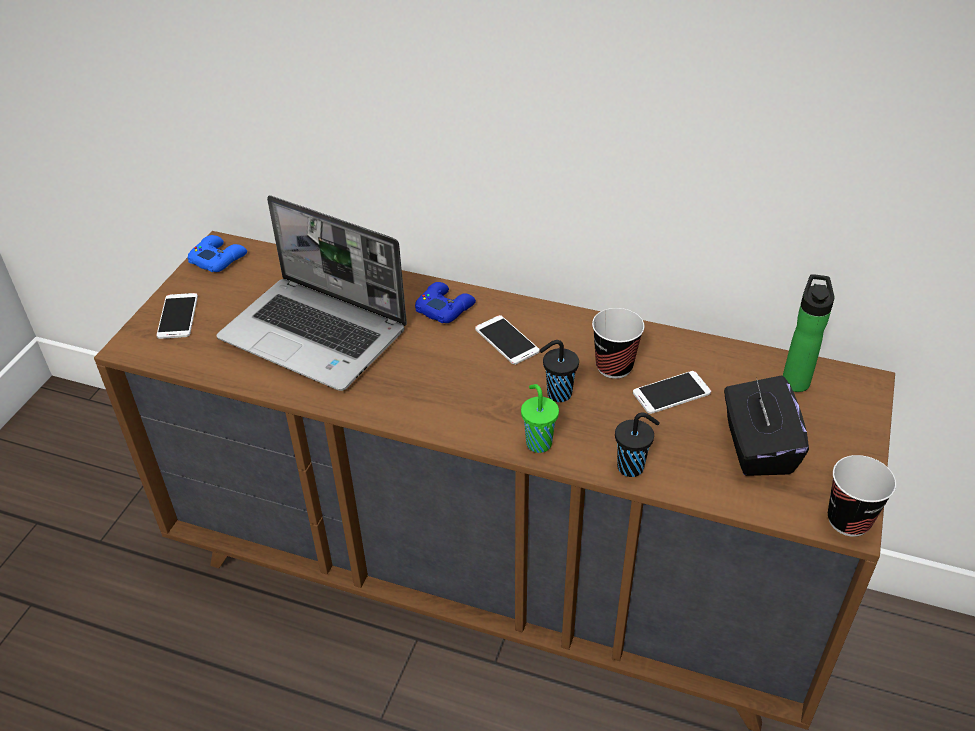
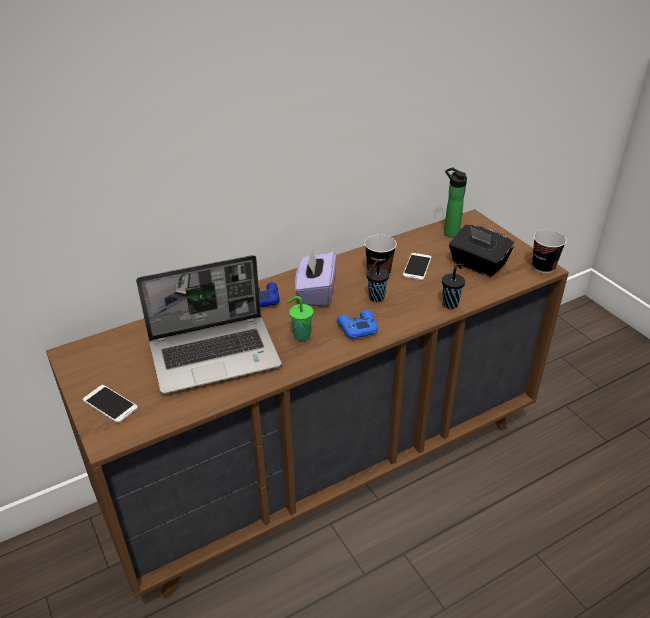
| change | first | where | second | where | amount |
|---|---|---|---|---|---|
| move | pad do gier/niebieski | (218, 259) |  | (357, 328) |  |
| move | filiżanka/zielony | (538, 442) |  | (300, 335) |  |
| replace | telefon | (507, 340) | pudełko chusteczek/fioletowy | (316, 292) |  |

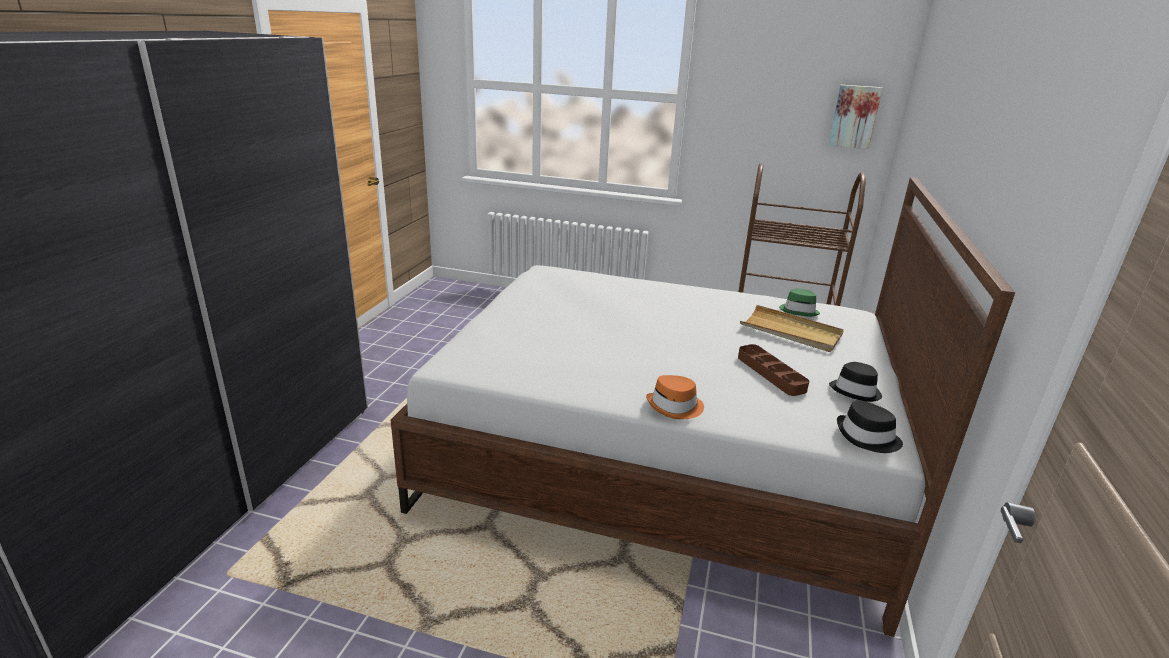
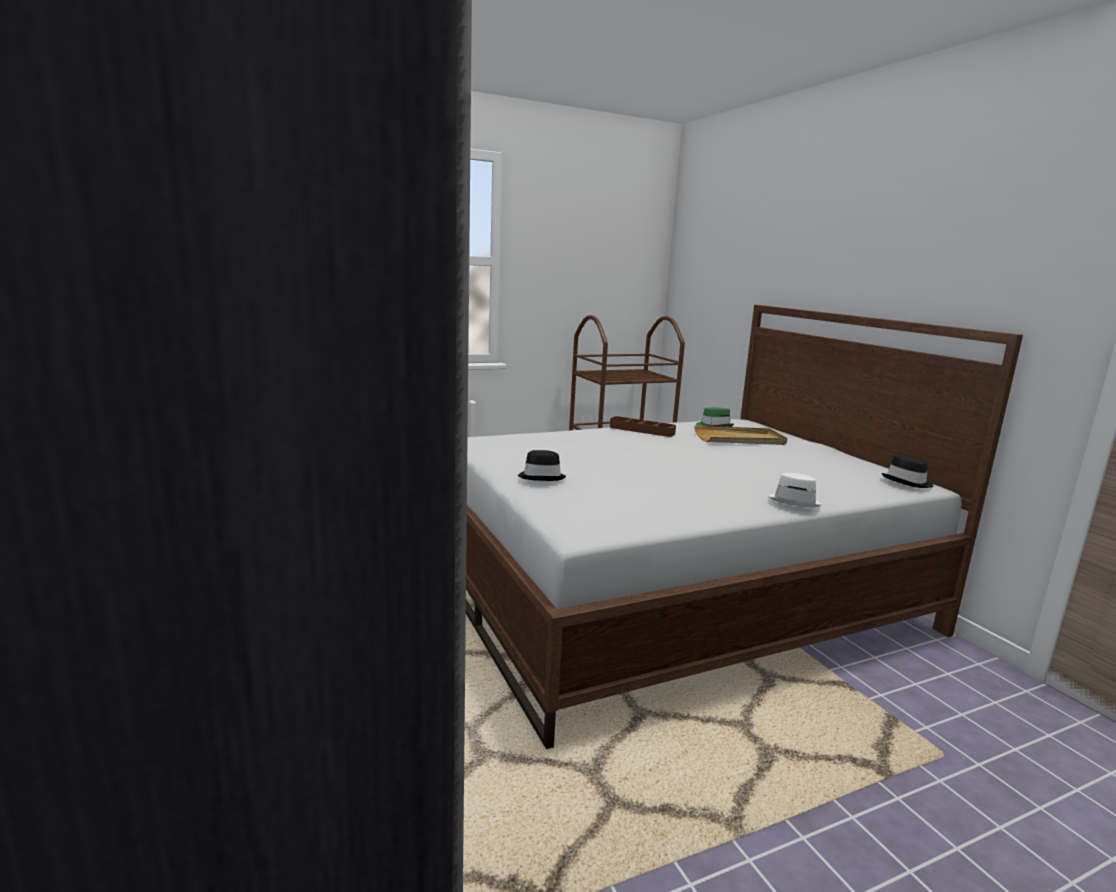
| change | first | where | second | where | amount |
|---|---|---|---|---|---|
| delete | obraz | (854, 116) |  |  |  |
| move | taca/brązowy | (770, 373) |  | (642, 430) |  |
| move | kapelusz/czarny | (856, 391) |  | (542, 477) |  |
| recolor | kapelusz/pomarańczowy | (675, 407) | kapelusz/biały | (794, 501) |  |

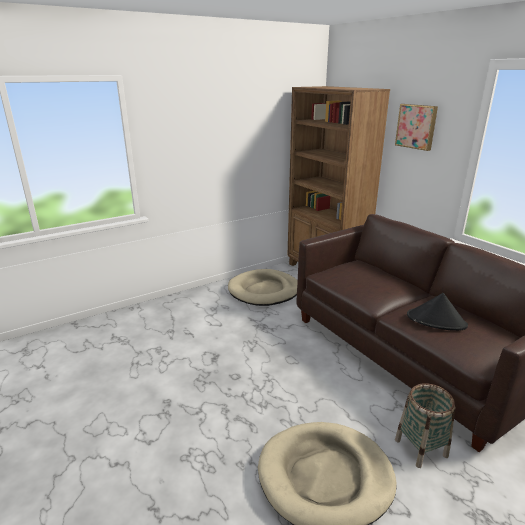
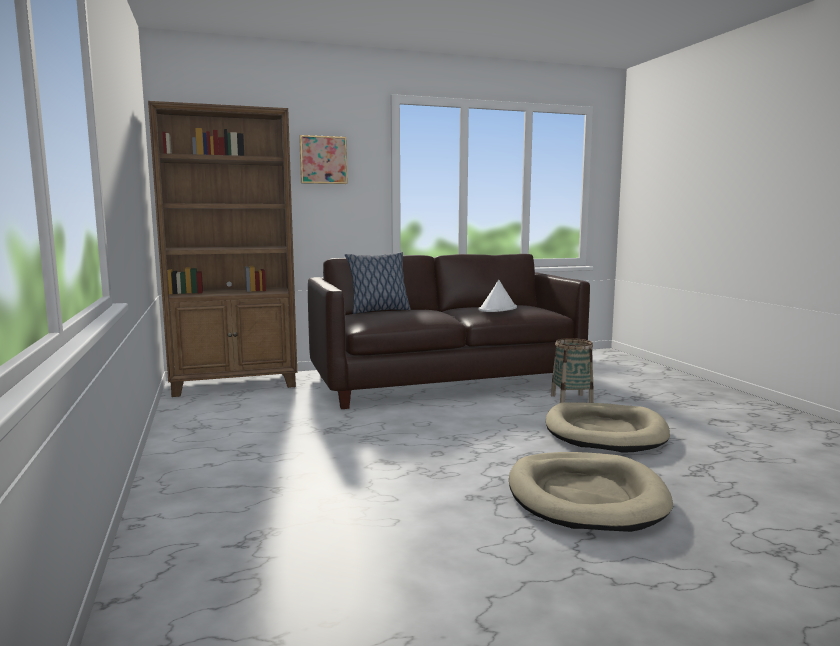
| change | first | where | second | where | amount |
|---|---|---|---|---|---|
| insert |  |  | poduszka | (378, 311) |  |
| move | legowisko/beżowy | (264, 290) |  | (585, 496) |  |
| recolor | kapelusz/czarny | (436, 320) | kapelusz/biały | (498, 309) |  |

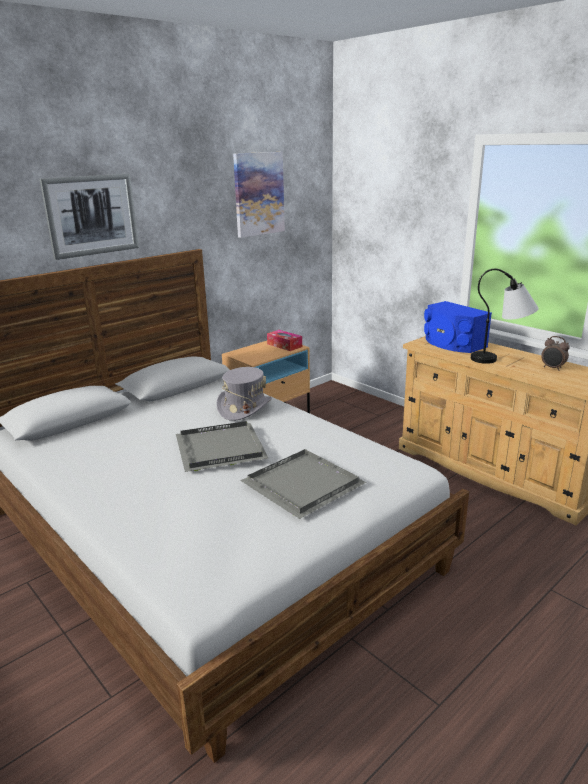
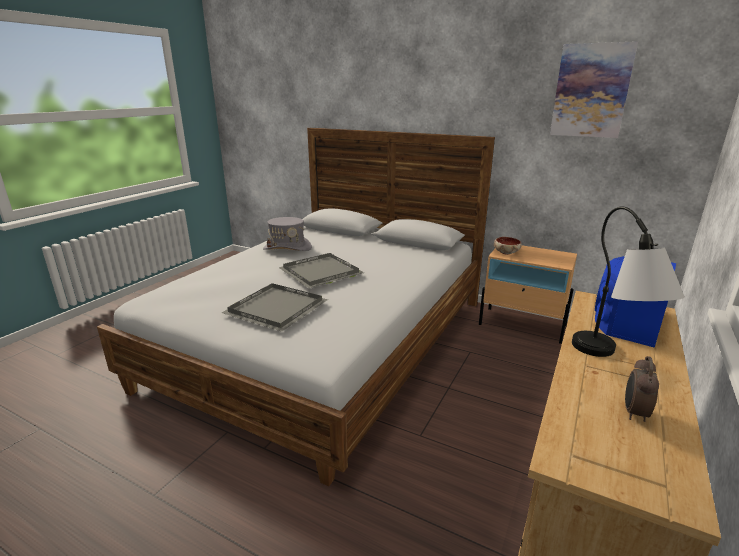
| change | first | where | second | where | amount |
|---|---|---|---|---|---|
| delete | obraz | (91, 215) |  |  |  |
| delete | pudełko chusteczek | (284, 345) |  |  |  |
| insert |  |  | miska | (506, 252) |  |
| move | kapelusz/szary | (244, 408) |  | (287, 248) |  |

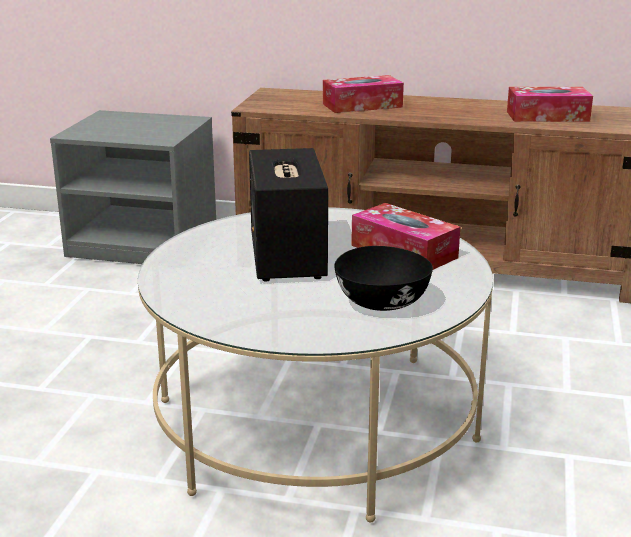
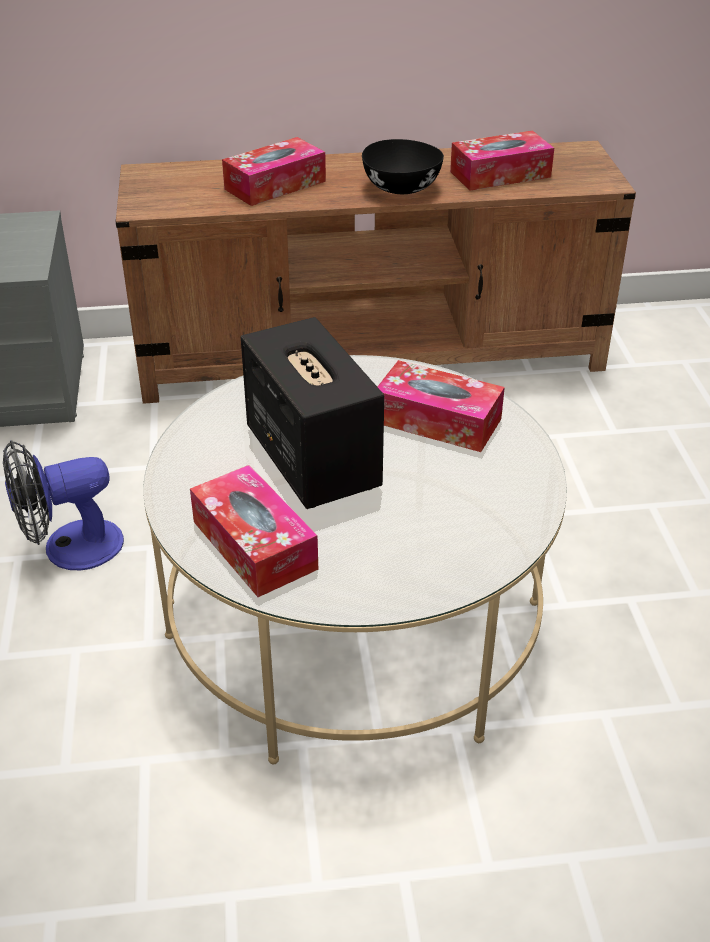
| change | first | where | second | where | amount |
|---|---|---|---|---|---|
| insert |  |  | wentylator | (69, 549) |  |
| insert |  |  | pudełko chusteczek | (254, 545) |  |
| move | miska/czarny | (381, 302) |  | (400, 187) |  |

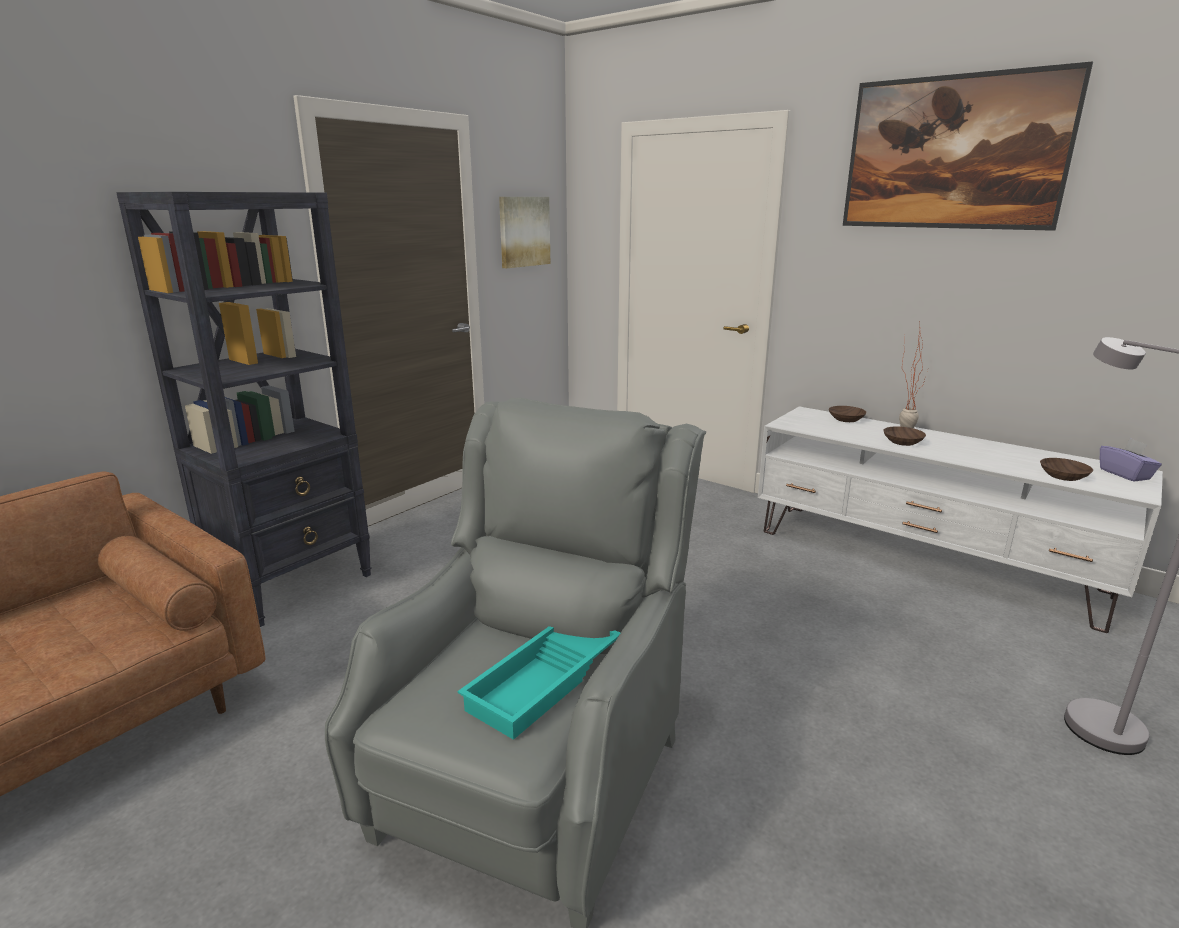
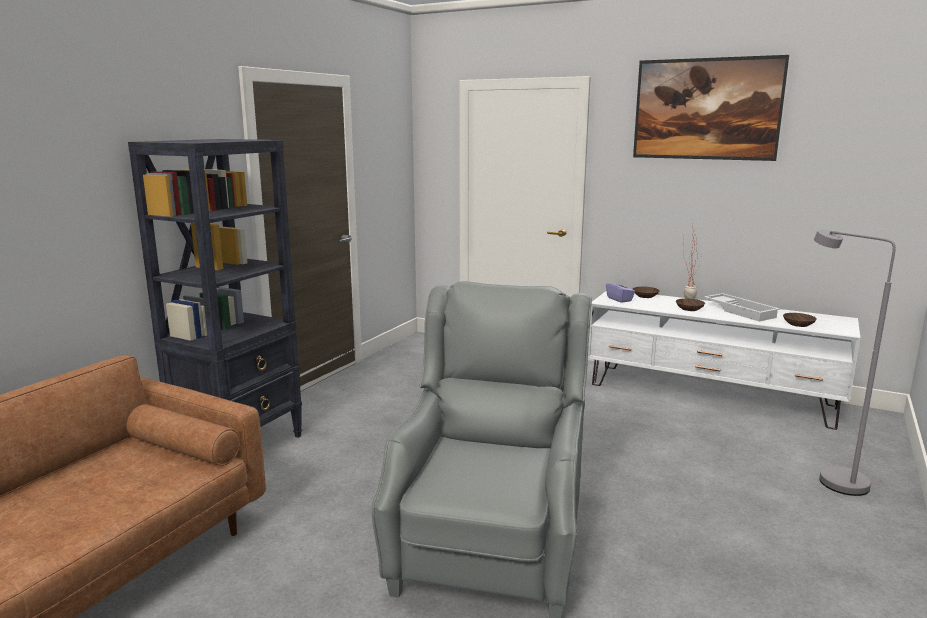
| change | first | where | second | where | amount |
|---|---|---|---|---|---|
| delete | taca/turkusowy | (546, 681) |  |  |  |
| delete | obraz | (523, 231) |  |  |  |
| insert |  |  | taca/biały | (741, 311) |  |
| move | pudełko chusteczek/fioletowy | (1125, 474) |  | (619, 299) |  |

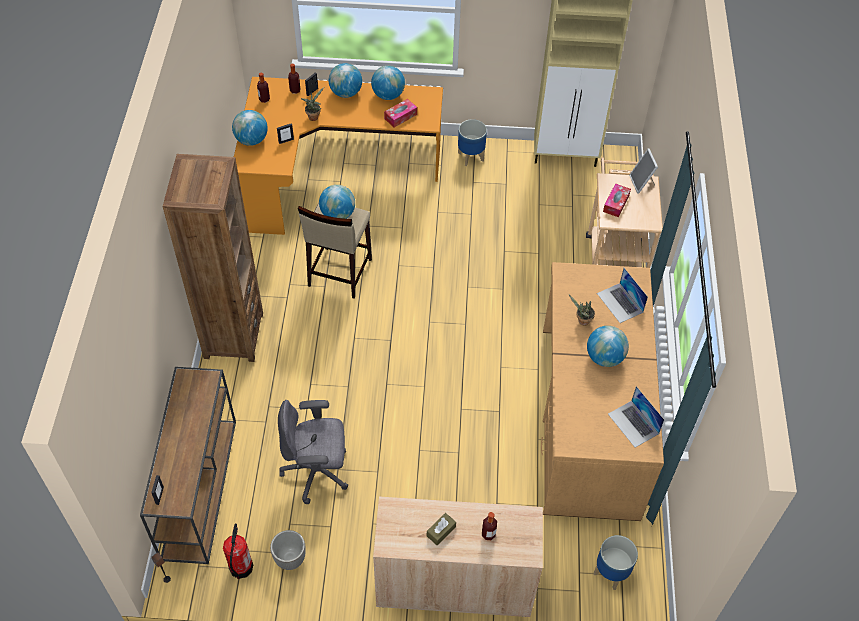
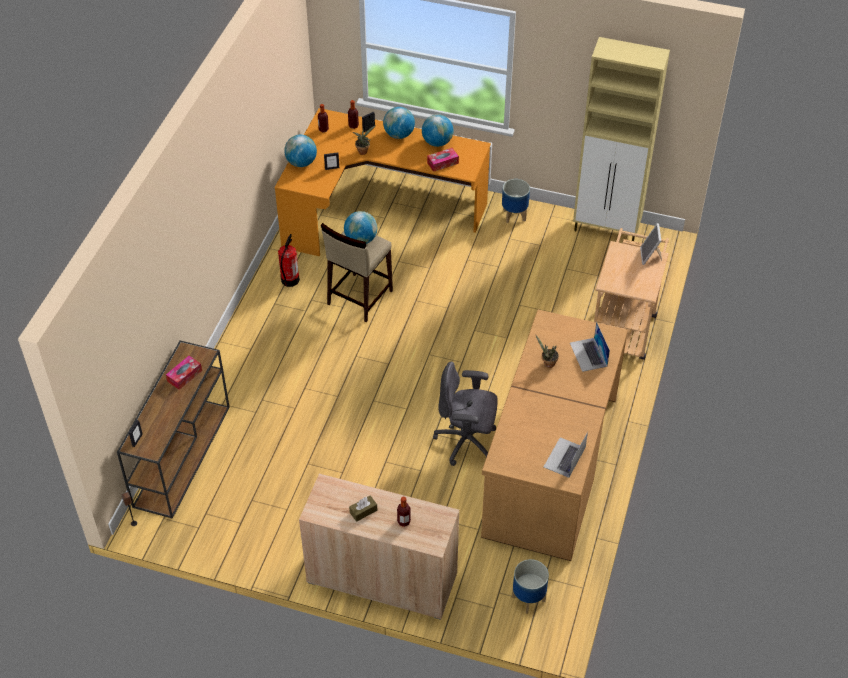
| change | first | where | second | where | amount |
|---|---|---|---|---|---|
| delete | regał/brązowy | (233, 335) |  |  |  |
| delete | donica | (290, 559) |  |  |  |
| delete | globus | (604, 357) |  |  |  |
| move | gaśnica | (241, 567) |  | (289, 280) |  |
| move | krzesło biurowe/szary | (317, 472) |  | (467, 442) |  |
| move | pudełko chusteczek | (616, 203) |  | (184, 376) |  |
| rotate | laptop | (633, 424) |  | (564, 457) | 45 degrees clockwise |

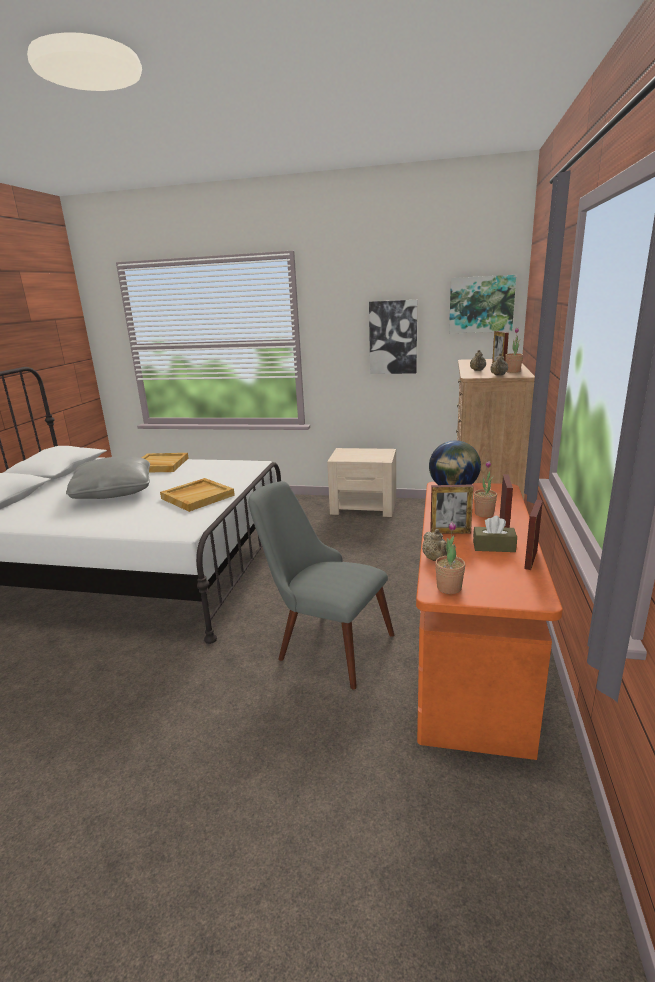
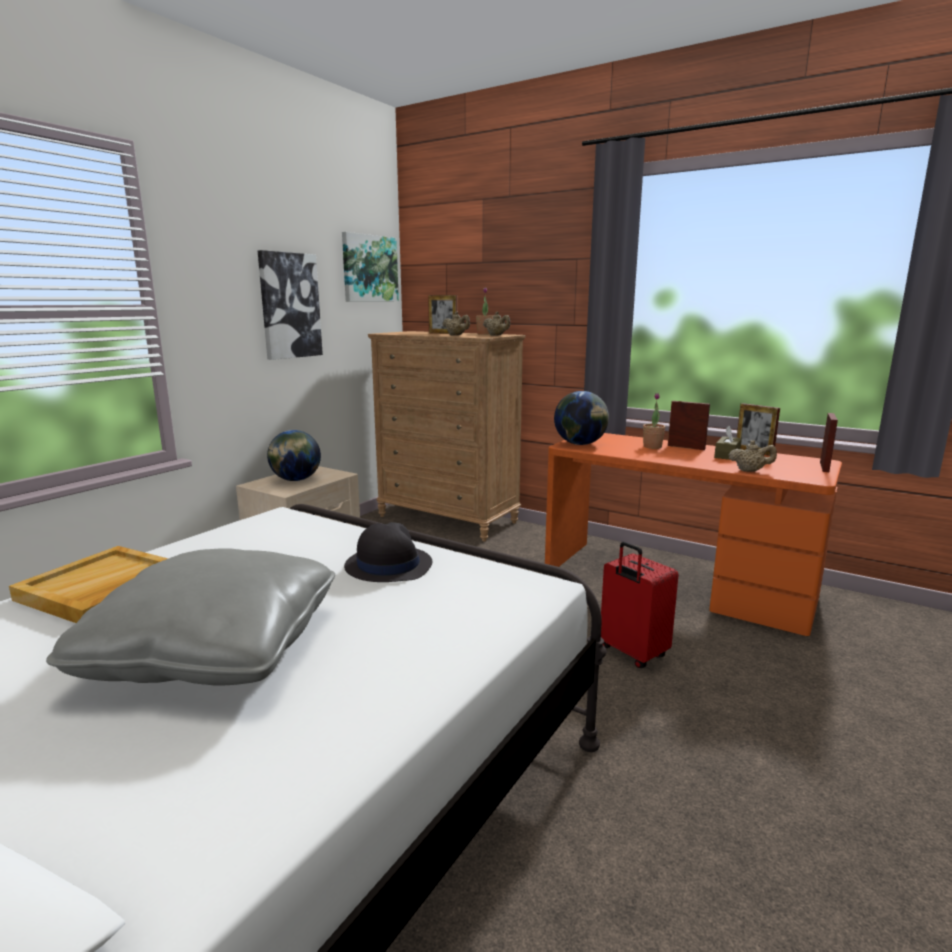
| change | first | where | second | where | amount |
|---|---|---|---|---|---|
| delete | roślina doniczkowa | (449, 588) |  |  |  |
| insert |  |  | globus | (296, 480) |  |
| move | ramka na zdjęcie | (450, 532) |  | (824, 467) |  |
| replace | taca/beżowy | (198, 496) | kapelusz/czarny | (388, 565) |  |
| replace | krzesło/szary | (323, 643) | walizka/czerwony | (631, 653) |  |

